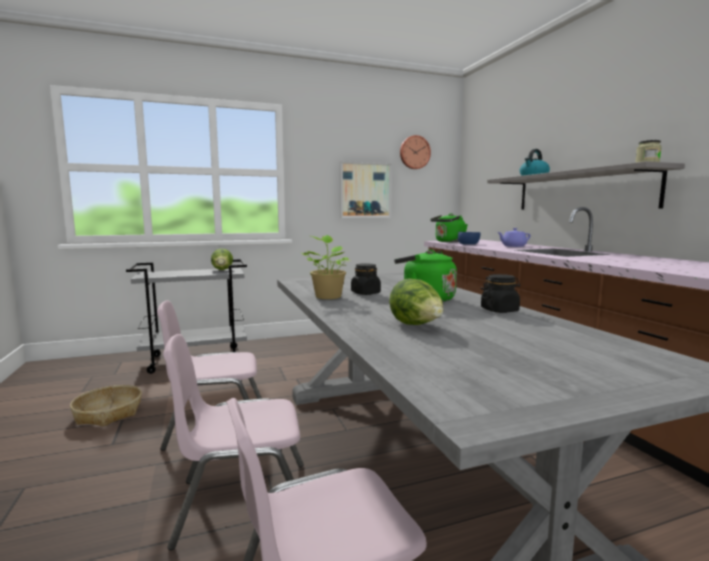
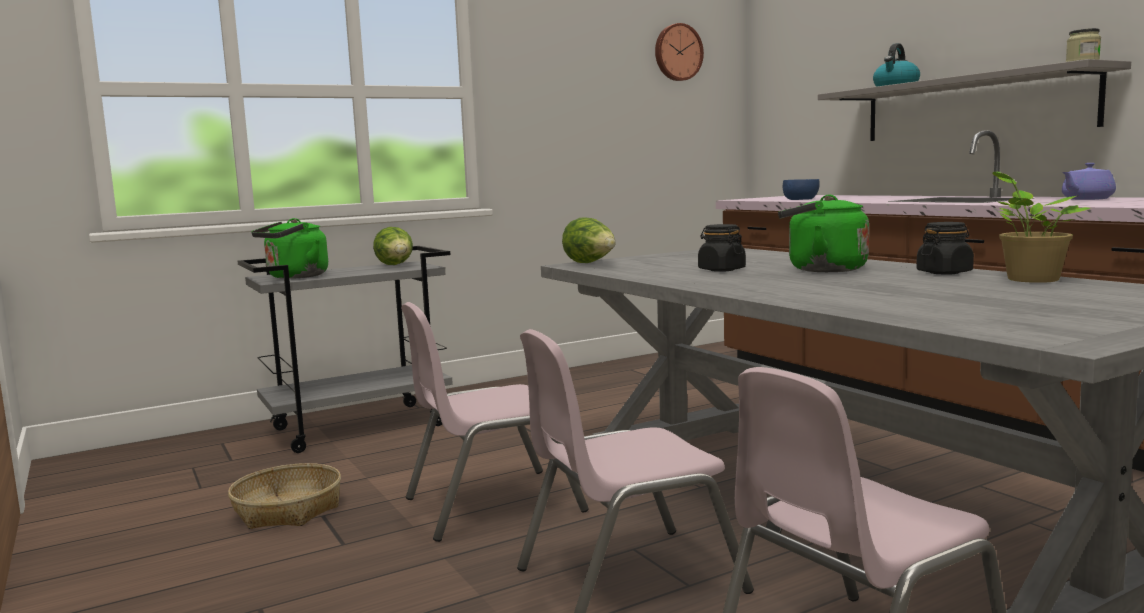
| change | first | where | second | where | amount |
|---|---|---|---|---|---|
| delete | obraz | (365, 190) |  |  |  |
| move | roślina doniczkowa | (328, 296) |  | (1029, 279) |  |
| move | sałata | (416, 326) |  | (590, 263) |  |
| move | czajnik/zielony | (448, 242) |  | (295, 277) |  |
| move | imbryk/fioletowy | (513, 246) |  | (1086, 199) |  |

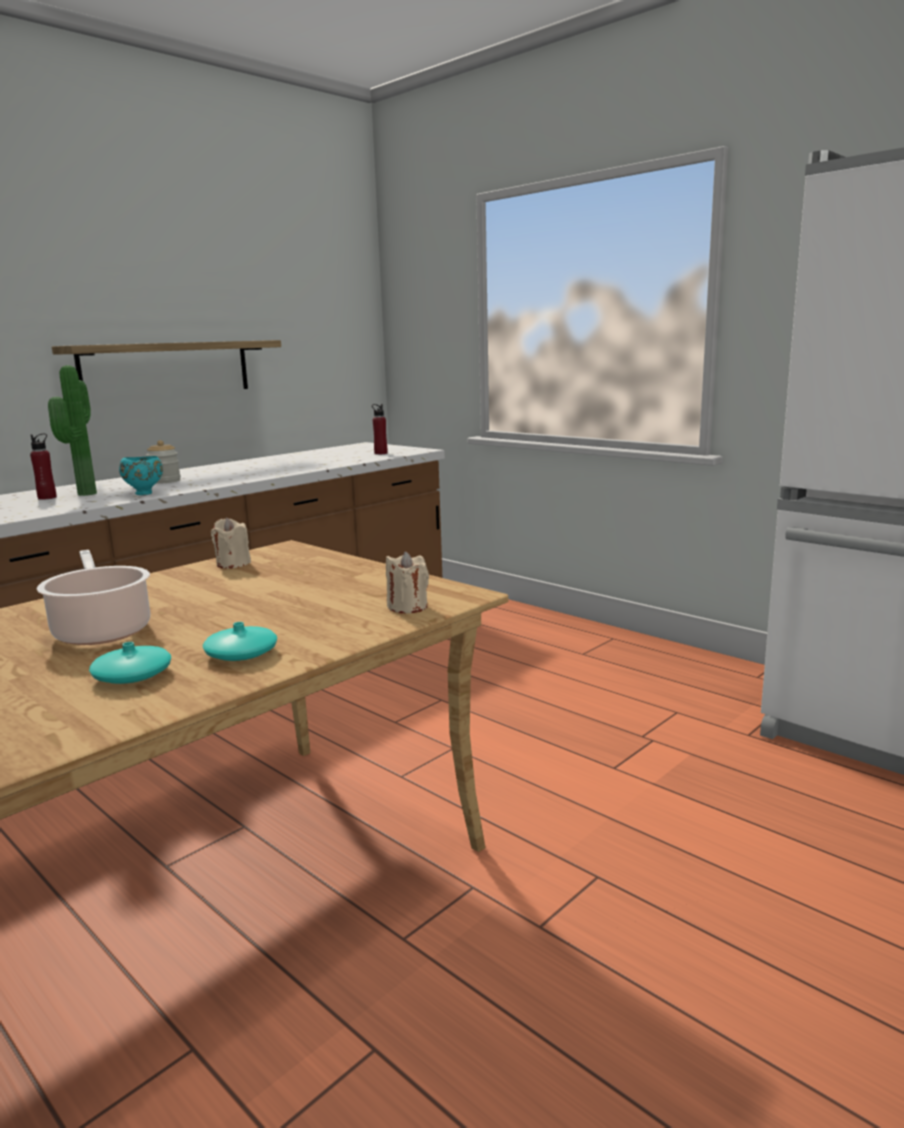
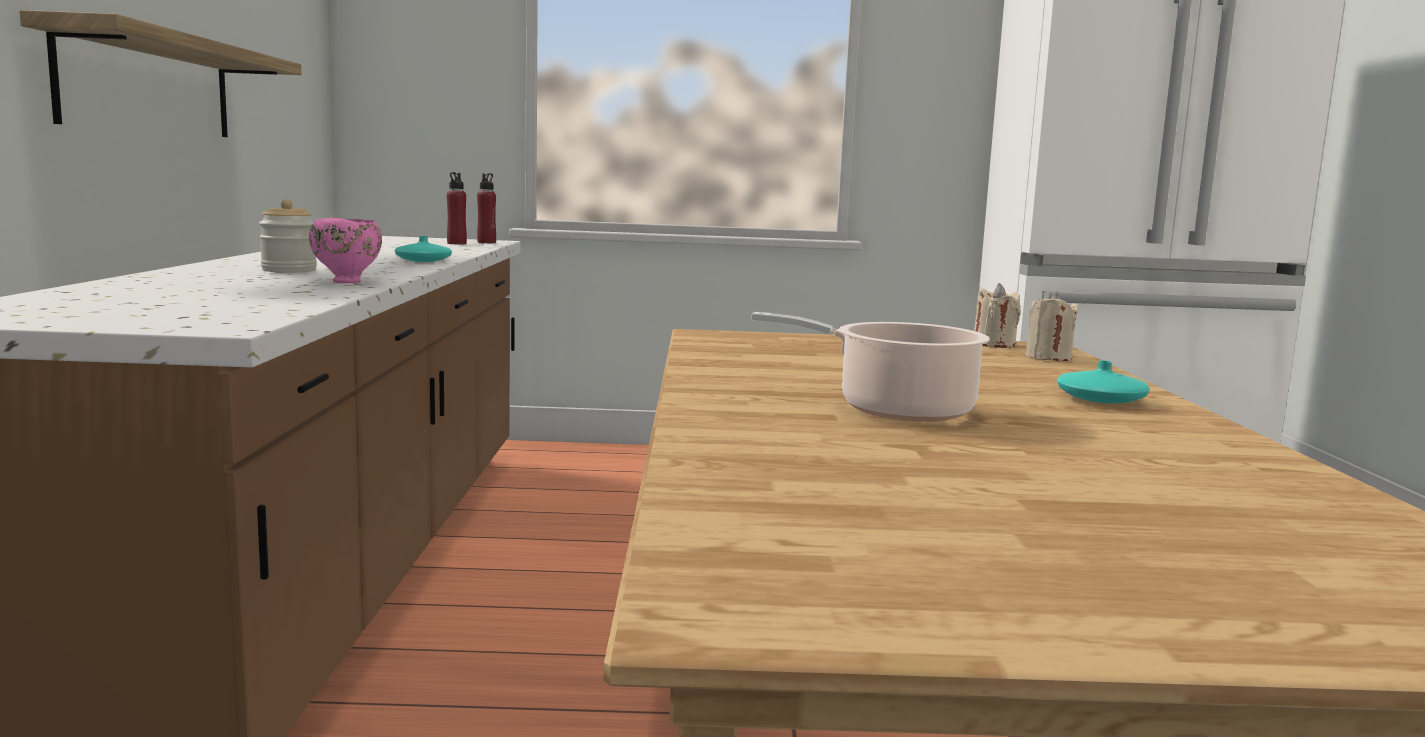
| change | first | where | second | where | amount |
|---|---|---|---|---|---|
| delete | roślina doniczkowa | (83, 494) |  |  |  |
| move | butelka/czerwony | (47, 497) |  | (486, 242) |  |
| move | wazon/turkusowy | (132, 675) |  | (423, 261) |  |
| move | świeca/beżowy | (233, 564) |  | (994, 344) |  |
| recolor | miska/turkusowy | (145, 493) | miska/różowy | (347, 281) |  |

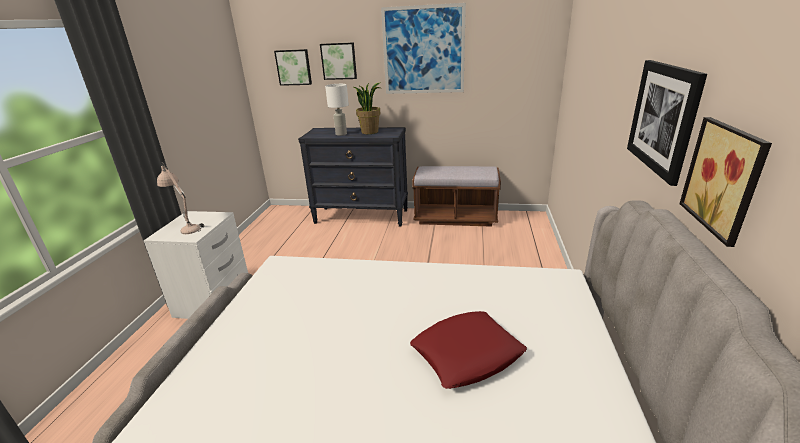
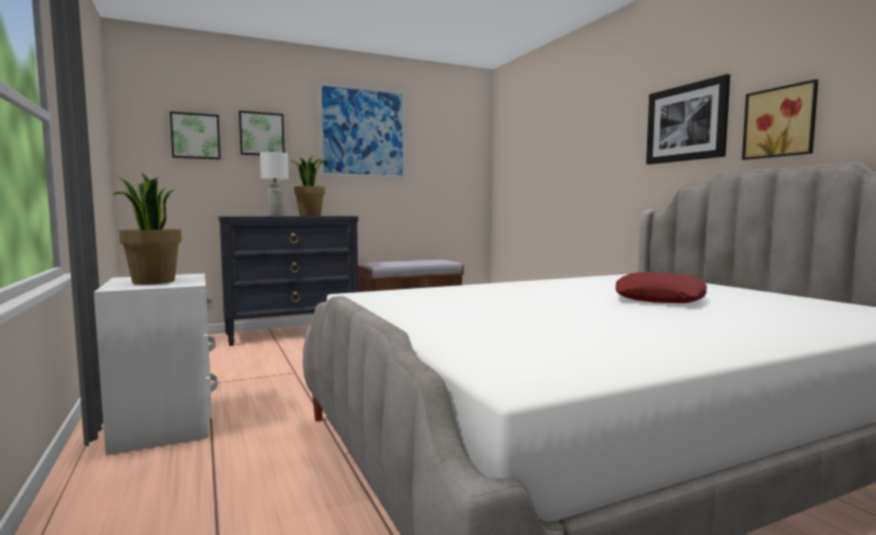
| change | first | where | second | where | amount |
|---|---|---|---|---|---|
| replace | lampa stołowa/beżowy | (186, 227) | roślina doniczkowa | (152, 282) |  |

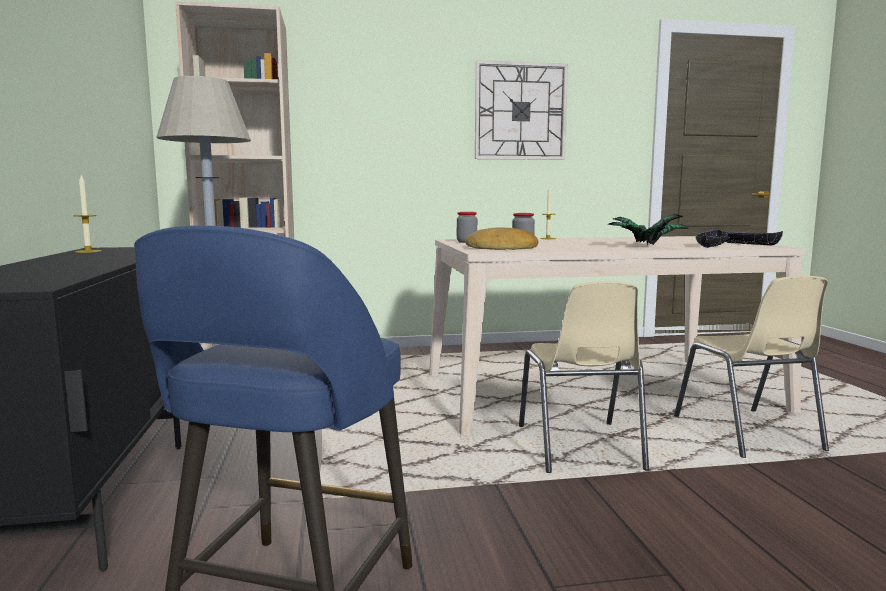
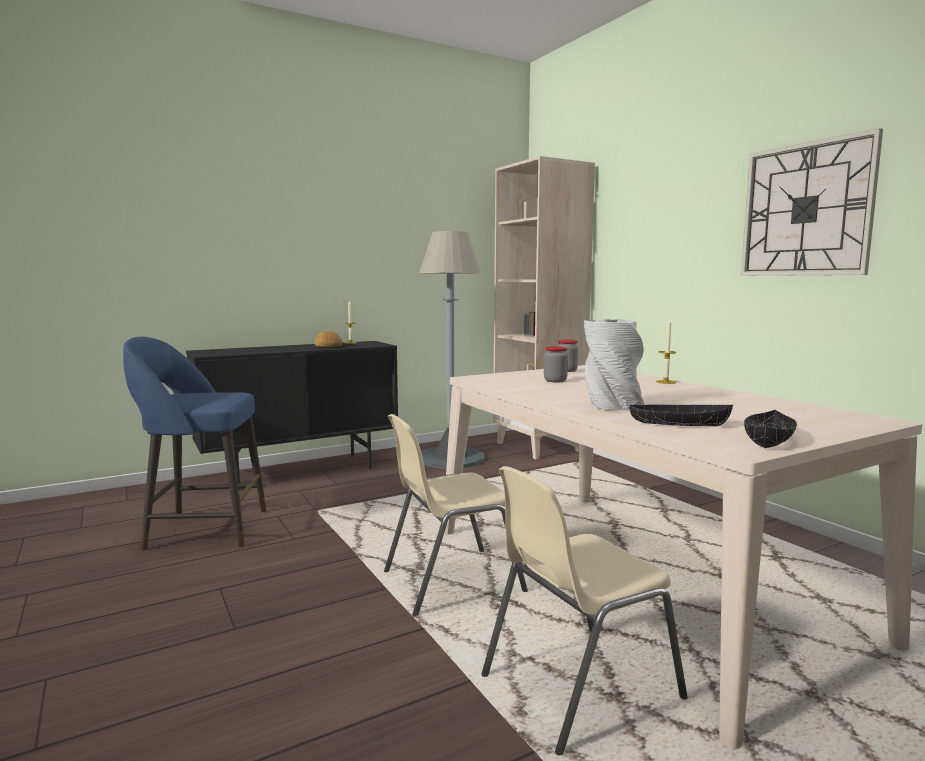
| change | first | where | second | where | amount |
|---|---|---|---|---|---|
| move | chleb | (502, 248) |  | (327, 345) |  |
| replace | roślina doniczkowa | (644, 246) | wazon/szary | (611, 405) |  |

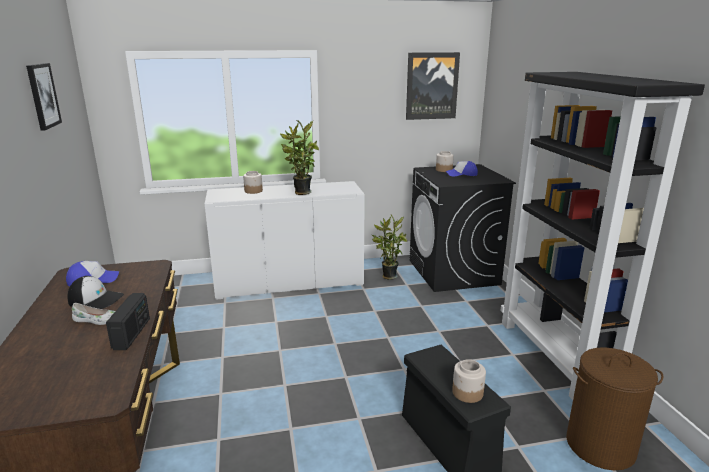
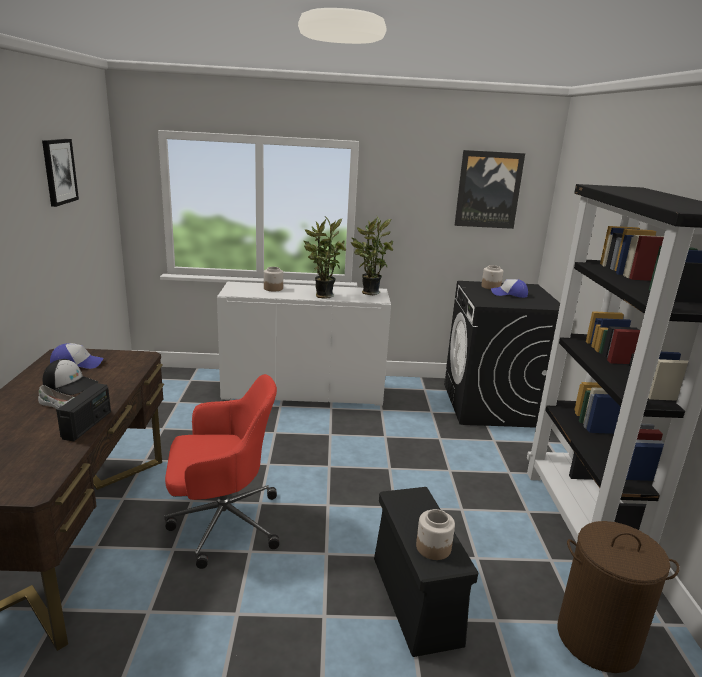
| change | first | where | second | where | amount |
|---|---|---|---|---|---|
| insert |  |  | krzesło biurowe/czerwony | (222, 522) |  |
| move | roślina doniczkowa | (387, 276) |  | (368, 292) |  |

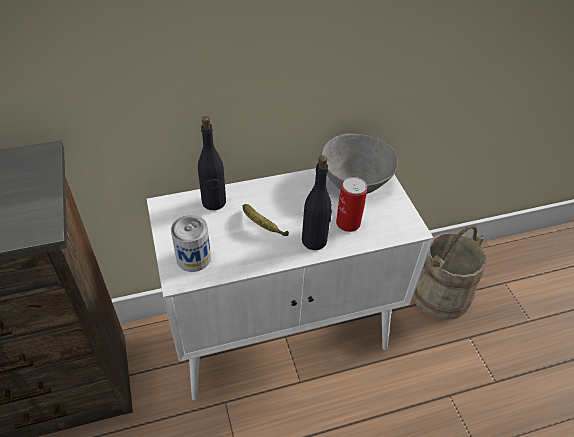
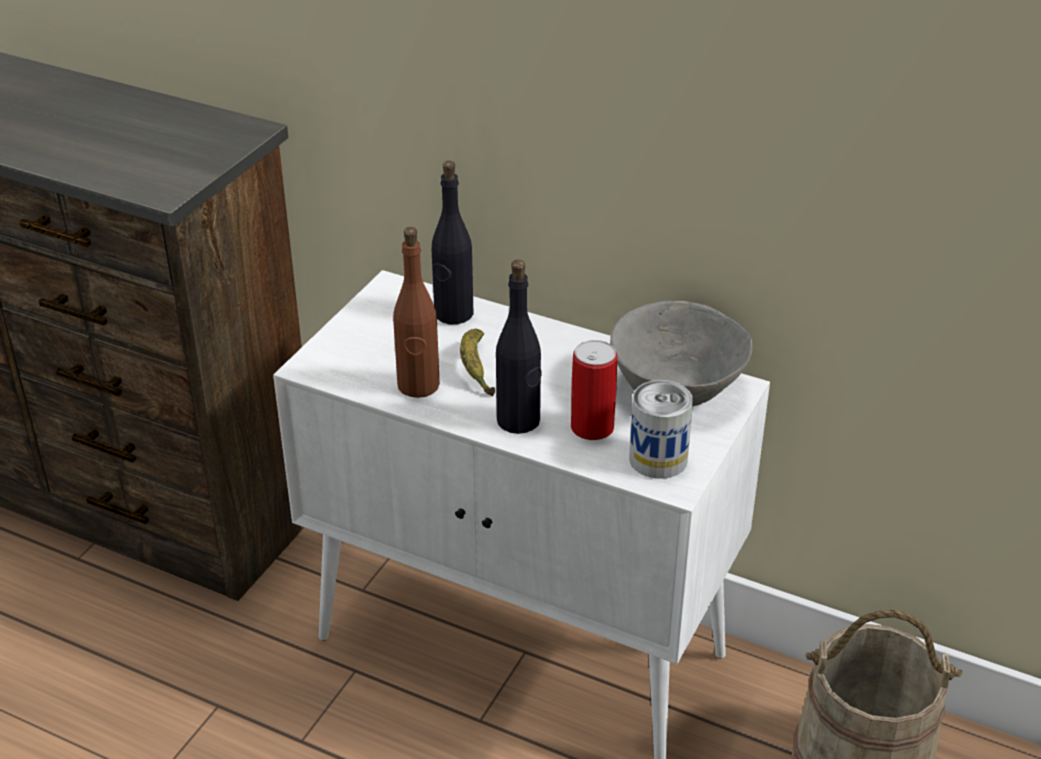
| change | first | where | second | where | amount |
|---|---|---|---|---|---|
| insert |  |  | butelka/brązowy | (418, 385) |  |
| move | puszka | (193, 258) |  | (658, 459) |  |

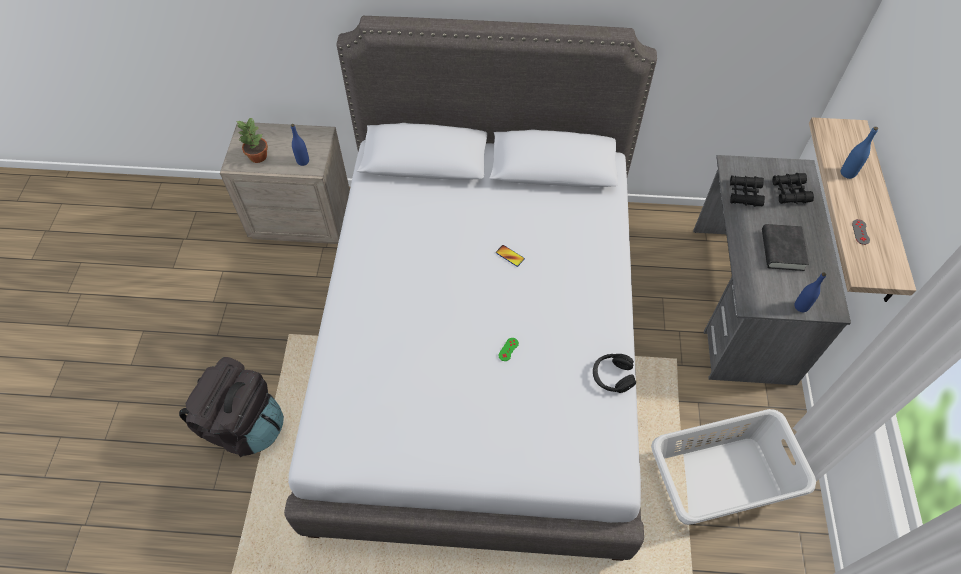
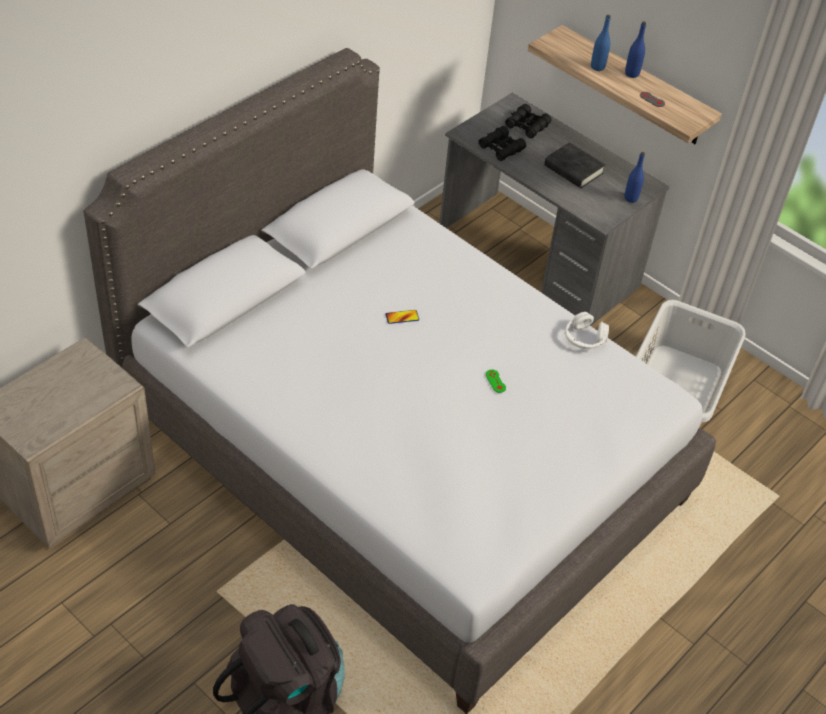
| change | first | where | second | where | amount |
|---|---|---|---|---|---|
| delete | roślina doniczkowa | (257, 156) |  |  |  |
| move | butelka/niebieski | (303, 161) |  | (632, 74) |  |
| recolor | słuchawki/czarny | (612, 376) | słuchawki/biały | (584, 338) |  |

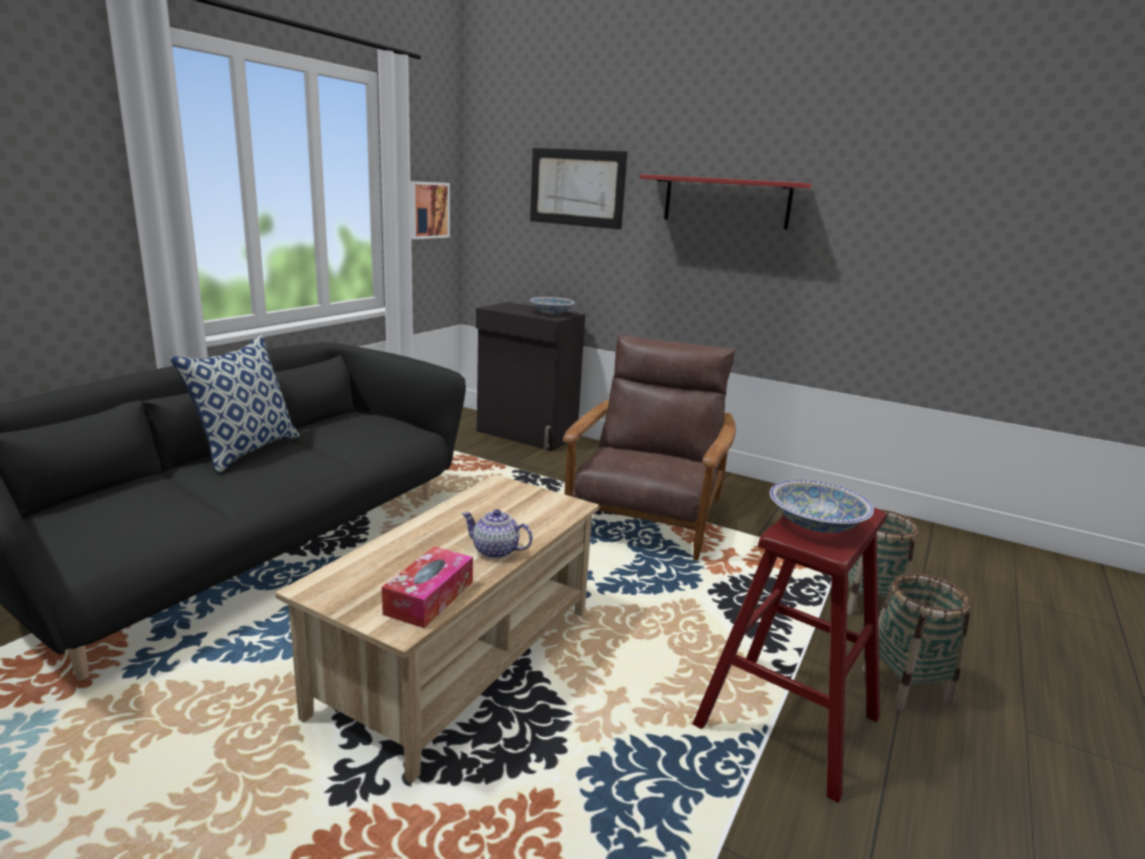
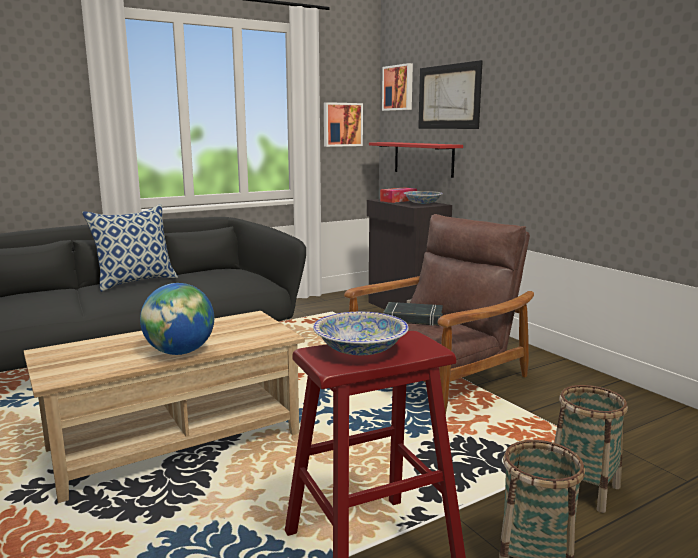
| change | first | where | second | where | amount |
|---|---|---|---|---|---|
| insert |  |  | obraz | (399, 88) |  |
| insert |  |  | książka/czarny | (413, 318) |  |
| move | pudełko chusteczek | (429, 598) |  | (398, 200) |  |
| move | półka/czerwony | (726, 202) |  | (423, 159) |  |
| replace | imbryk | (496, 551) | globus | (180, 352) |  |

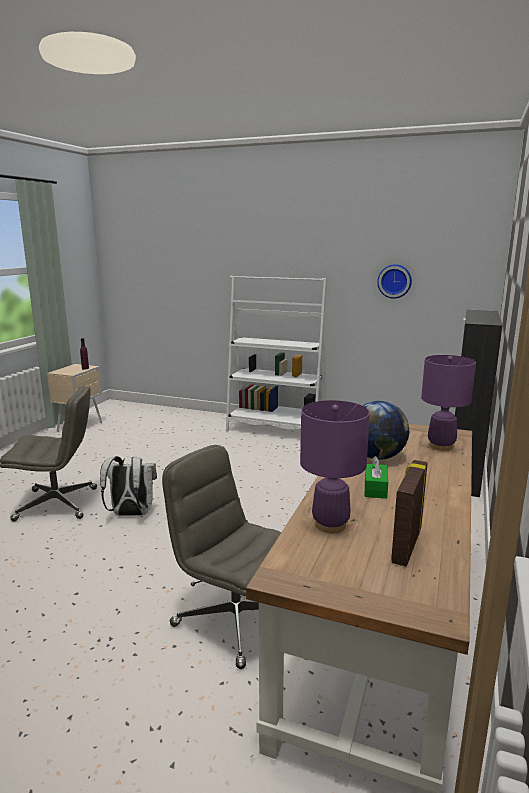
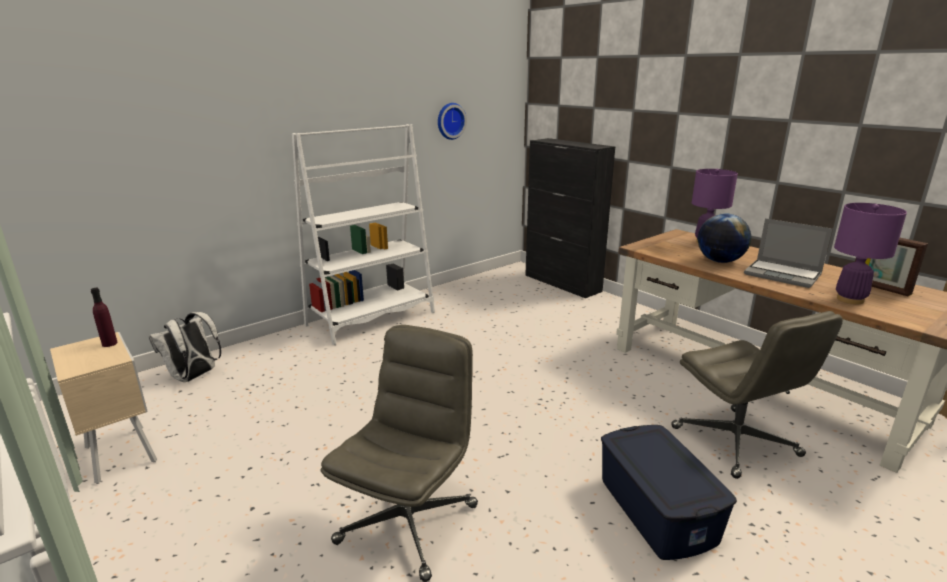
| change | first | where | second | where | amount |
|---|---|---|---|---|---|
| insert |  |  | pojemnik do przechowywania/niebieski | (657, 509) |  |
| move | plecak/biały | (130, 514) |  | (194, 377) |  |
| replace | pudełko chusteczek/zielony | (375, 488) | laptop | (783, 275) |  |
| rotate | krzesło biurowe/szary | (234, 620) |  | (736, 442) | 90 degrees counterclockwise |

